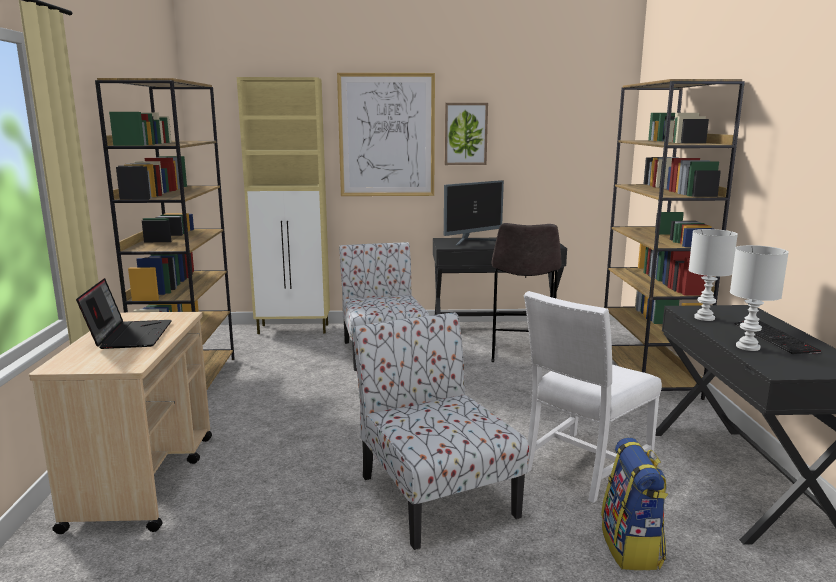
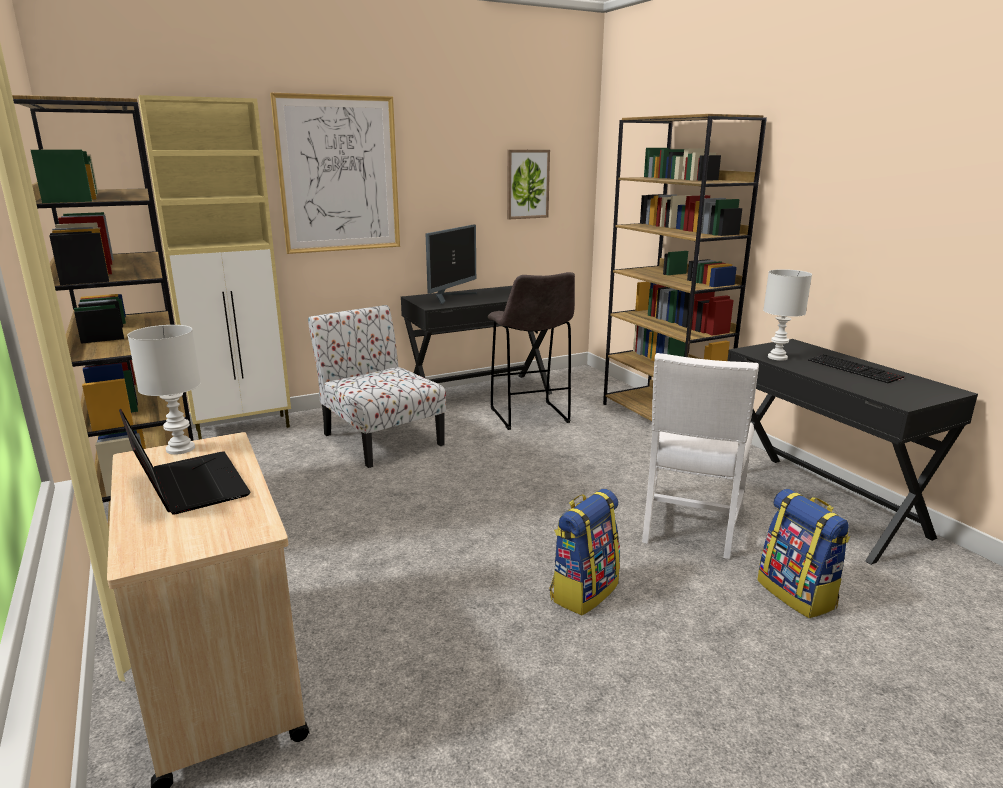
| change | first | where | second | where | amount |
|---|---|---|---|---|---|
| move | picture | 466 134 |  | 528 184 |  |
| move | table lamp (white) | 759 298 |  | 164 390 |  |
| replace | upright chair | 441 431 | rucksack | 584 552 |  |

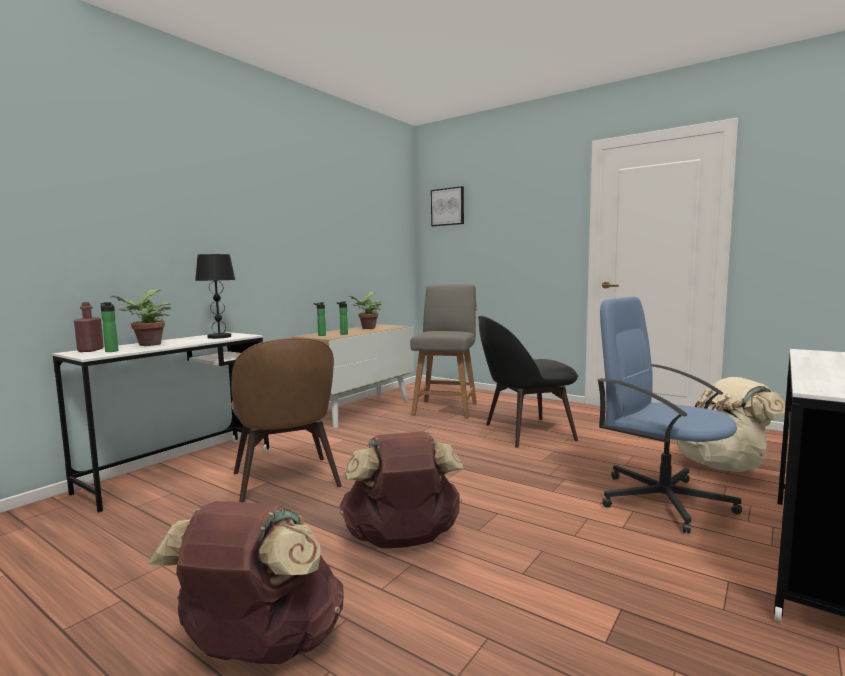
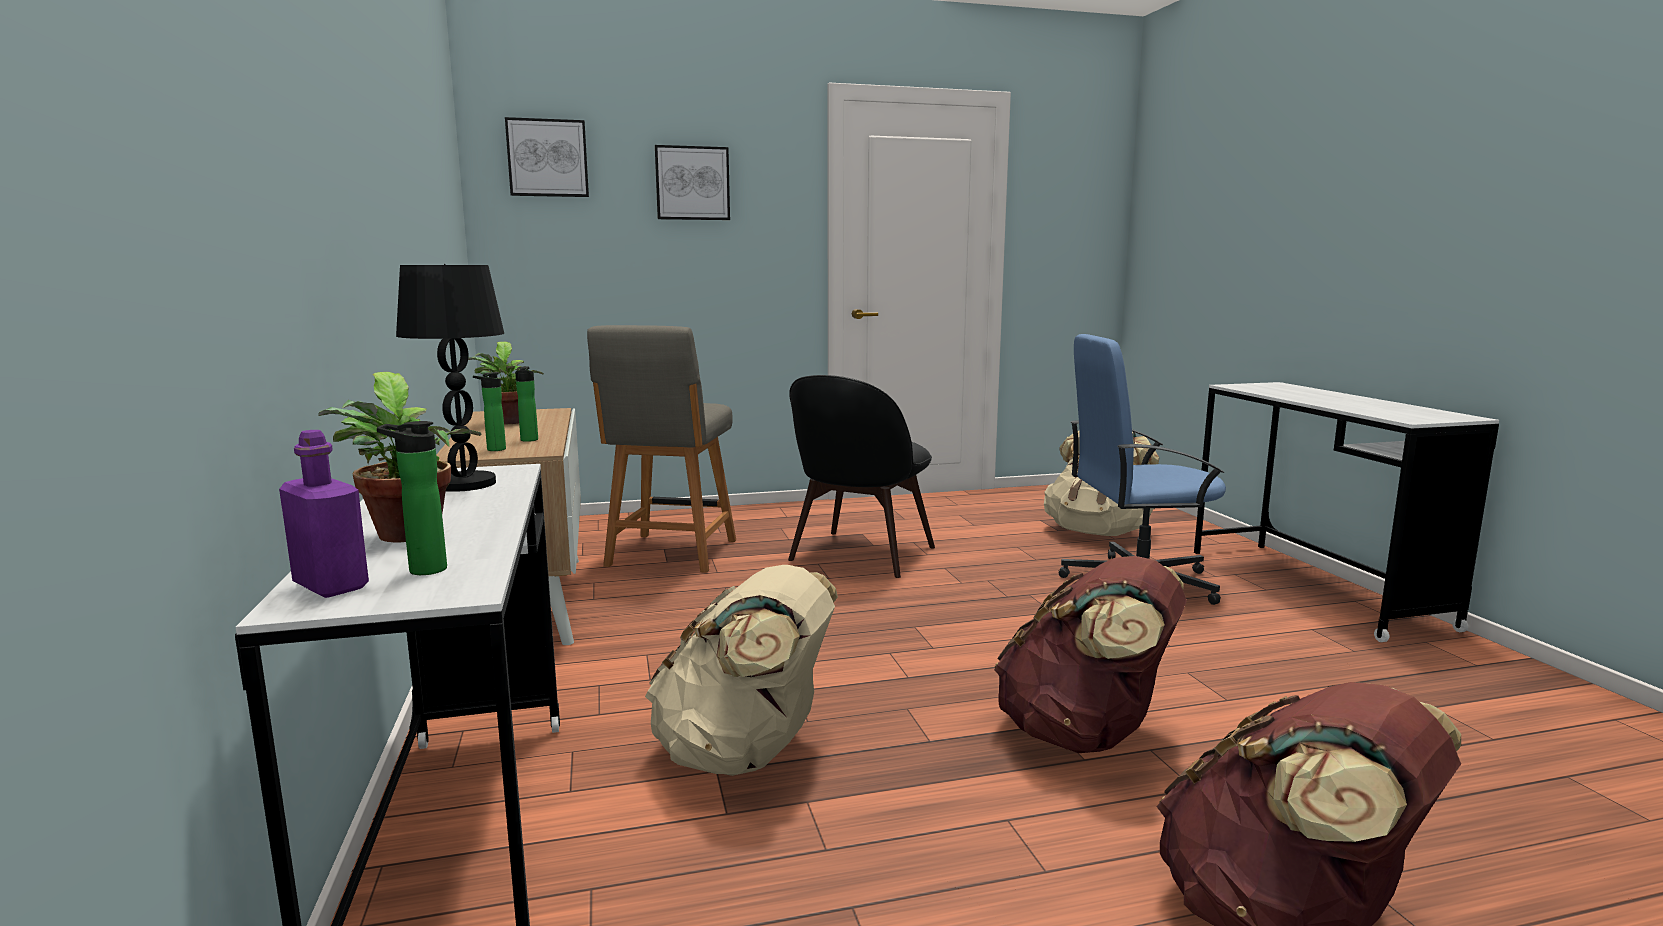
| change | first | where | second | where | amount |
|---|---|---|---|---|---|
| rotate | upright chair (grey) | 443 351 |  | 661 449 | 135 degrees counterclockwise |
| recolor | bottle (reddish) | 89 327 | bottle (purple-coloured) | 324 514 |  |
| replace | upright chair (brown-coloured) | 286 420 | rucksack (beige) | 741 670 |  |
| insert |  |  | picture | 692 182 |  |

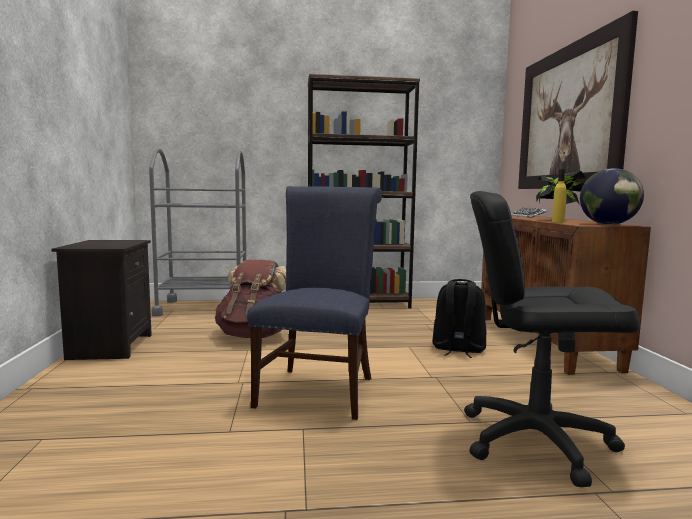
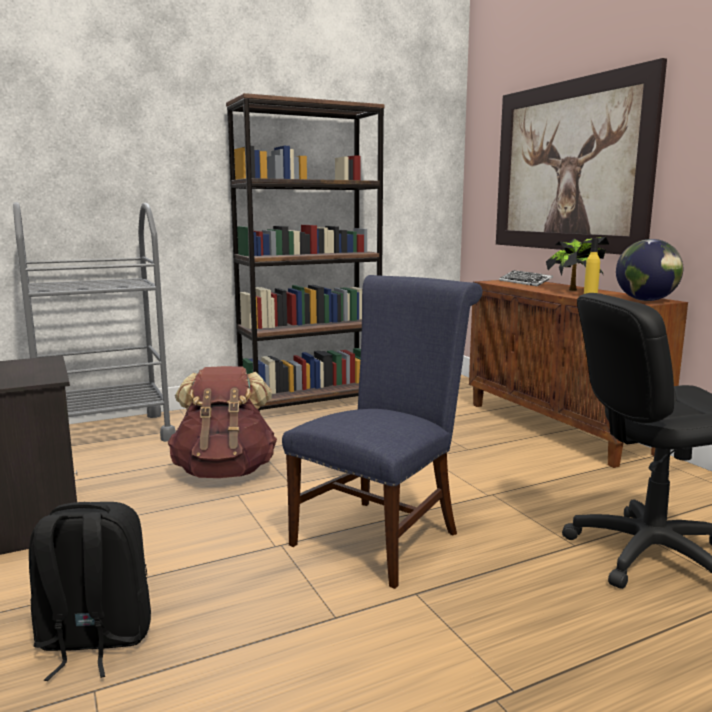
| change | first | where | second | where | amount |
|---|---|---|---|---|---|
| rotate | upright chair (bluish) | 315 303 |  | 382 432 | 45 degrees clockwise |
| move | rucksack (blackish) | 459 318 |  | 90 591 |  |

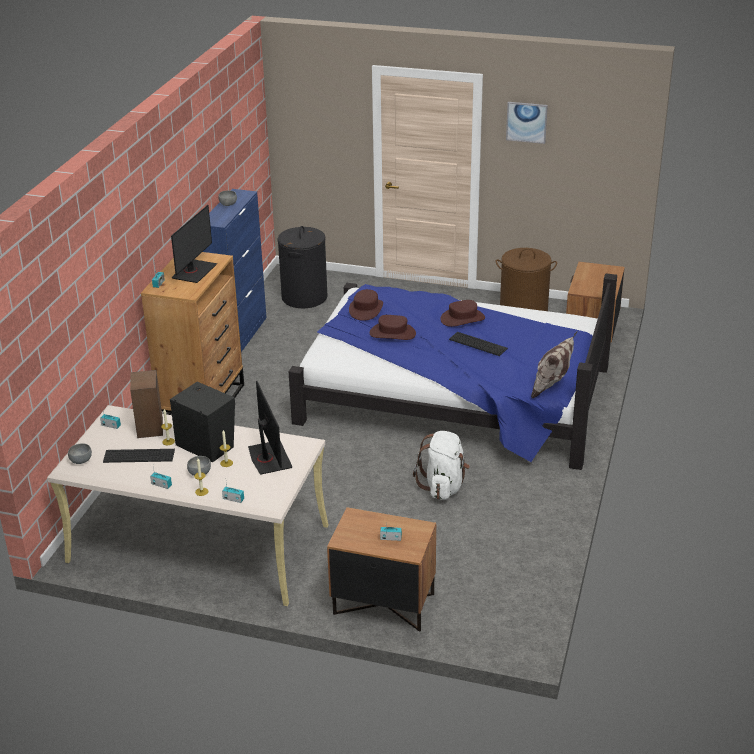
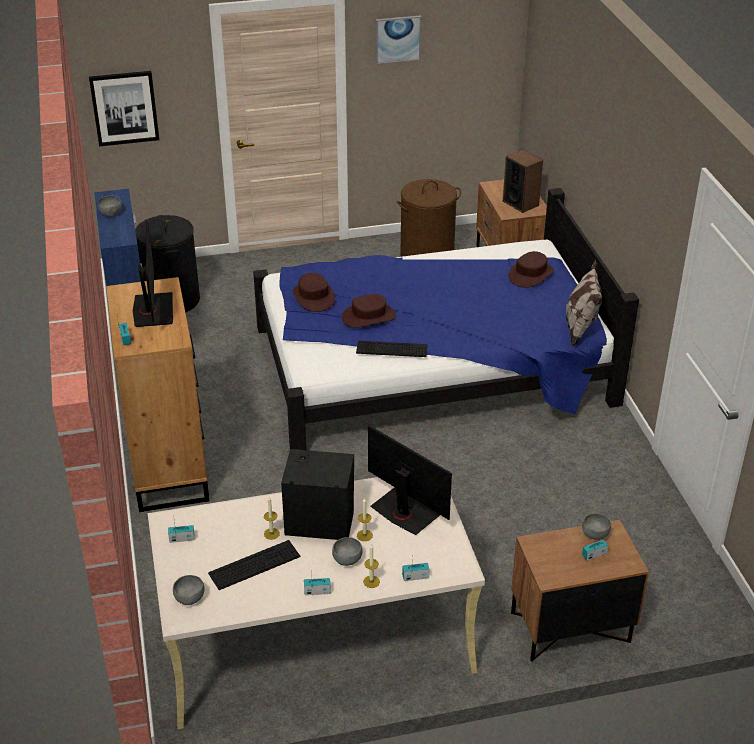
| change | first | where | second | where | amount |
|---|---|---|---|---|---|
| move | hat (brown-coloured) | 462 313 |  | 531 269 |  |
| move | keyboard | 478 344 |  | 392 349 |  |
| move | speaker | 146 404 |  | 523 181 |  |
| delete | rucksack (white) | 441 465 |  |  |  |
| insert |  |  | picture | 124 108 |  |
| insert |  |  | deep dish (grey) | 596 526 |  |

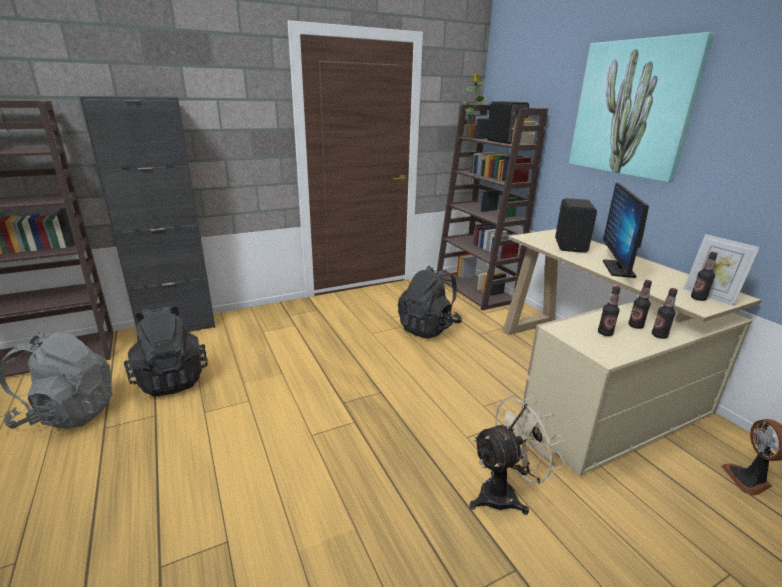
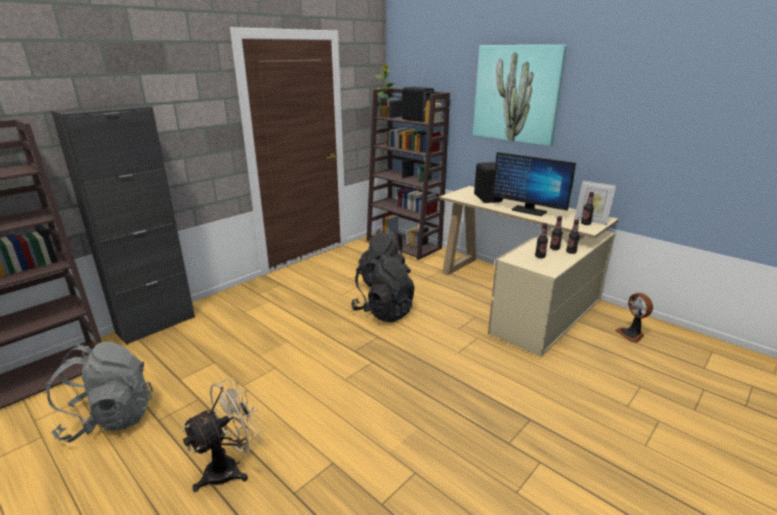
| change | first | where | second | where | amount |
|---|---|---|---|---|---|
| rotate | computer display | 626 230 |  | 534 184 | 45 degrees counterclockwise |
| move | rucksack (blackish) | 165 350 |  | 383 288 |  |
| move | cooling fan (beige) | 517 455 |  | 222 435 |  |

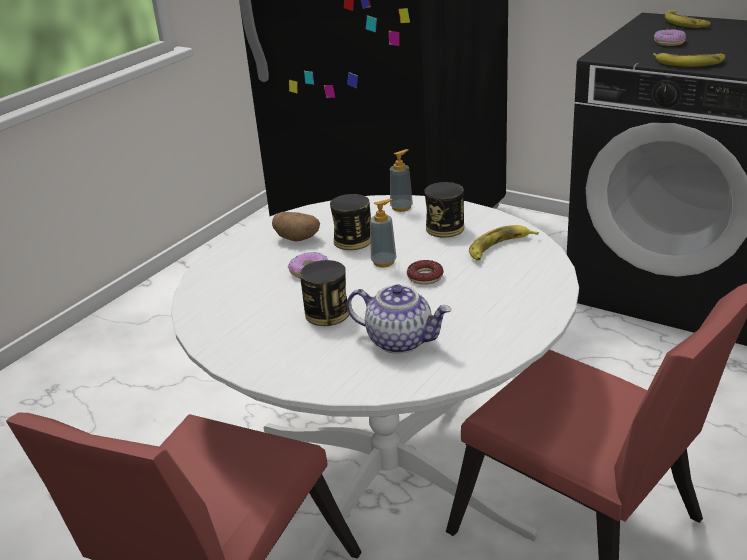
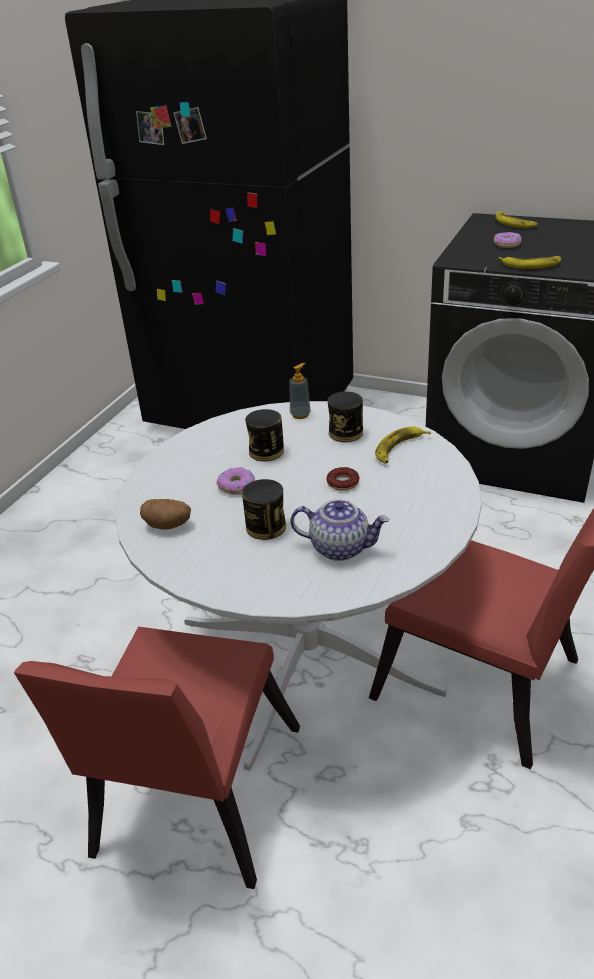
| change | first | where | second | where | amount |
|---|---|---|---|---|---|
| delete | soap dispenser | 383 233 |  |  |  |
| move | whole potato | 296 227 |  | 165 514 |  |

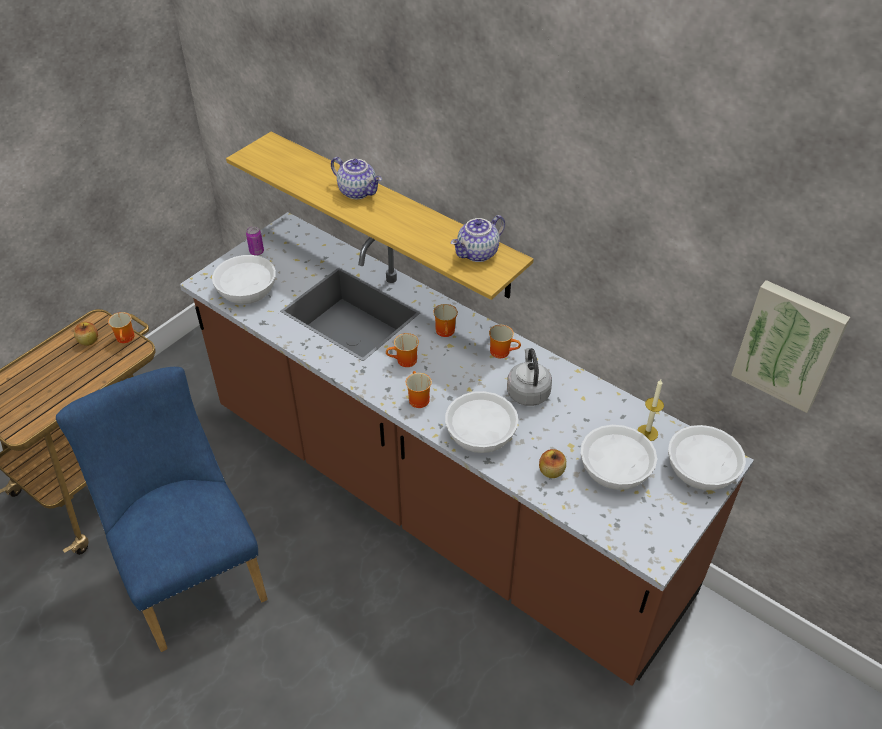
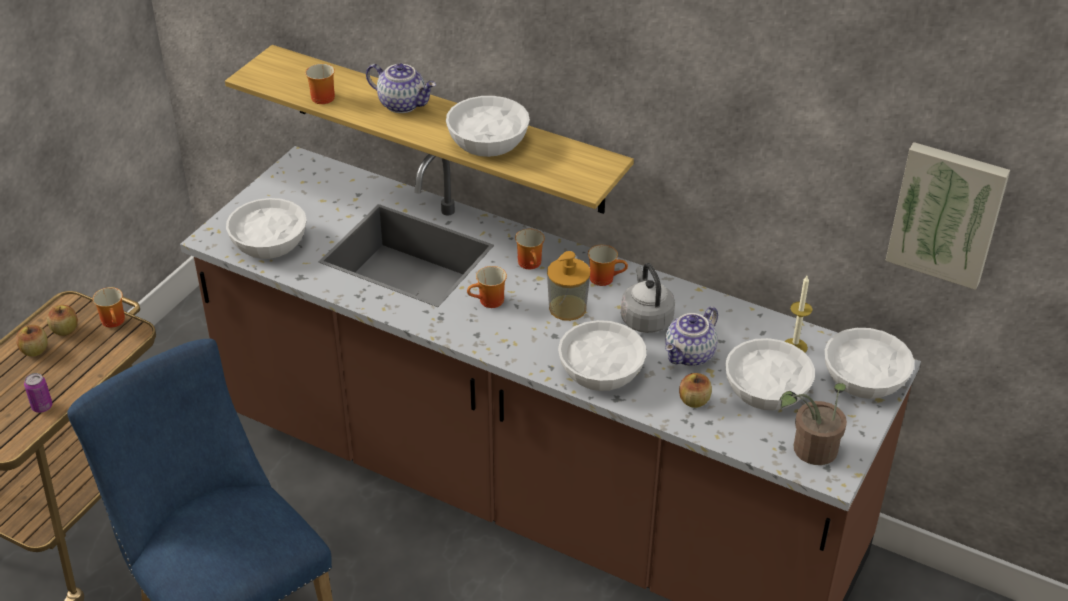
| change | first | where | second | where | amount |
|---|---|---|---|---|---|
| move | teapot | 478 238 |  | 691 336 |  |
| move | sealed can | 255 241 |  | 38 393 |  |
| move | tea mug | 419 389 |  | 320 84 |  |
| insert |  |  | deep dish (white) | 488 126 |  |
| insert |  |  | soap dispenser | 568 286 |  |
| insert |  |  | whole apple | 32 340 |  |
| insert |  |  | houseplant | 813 424 |  |

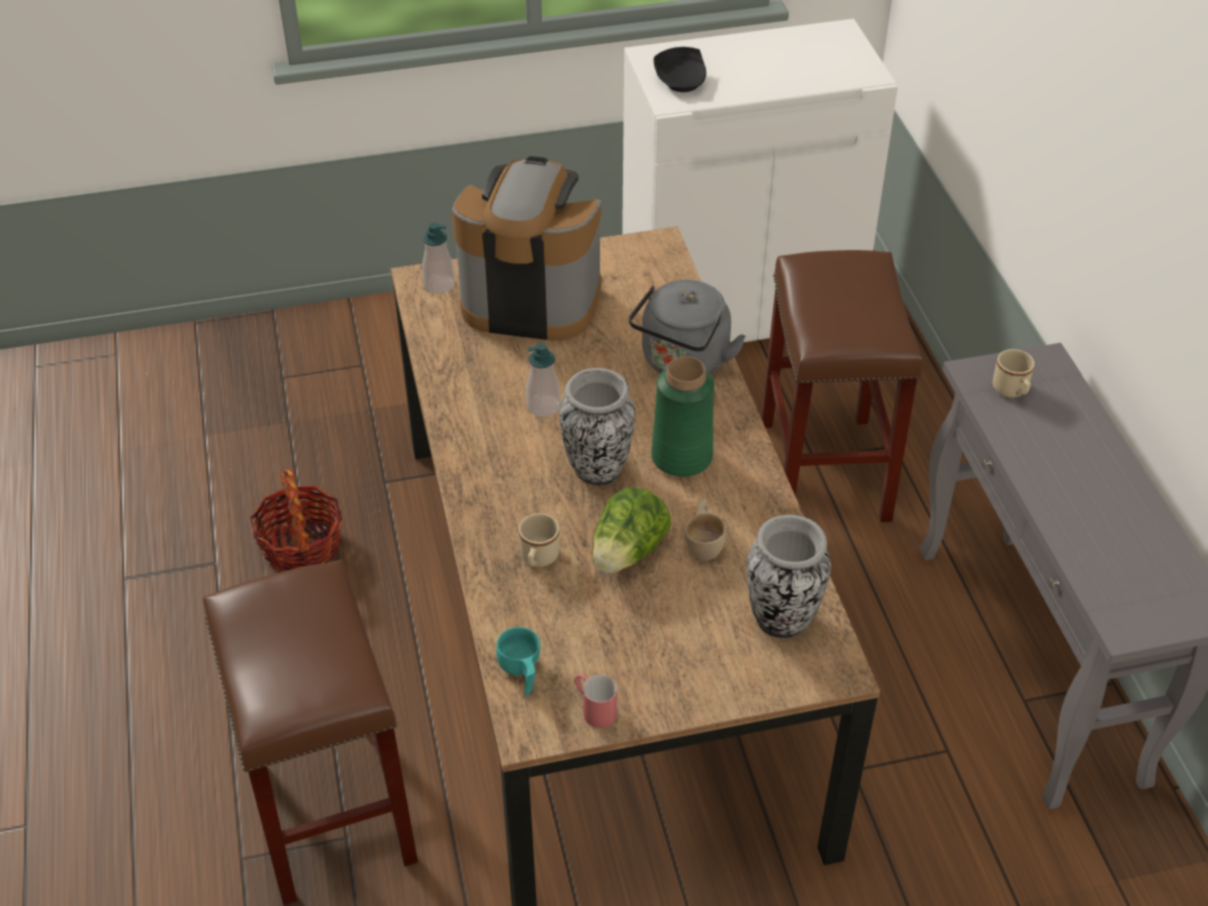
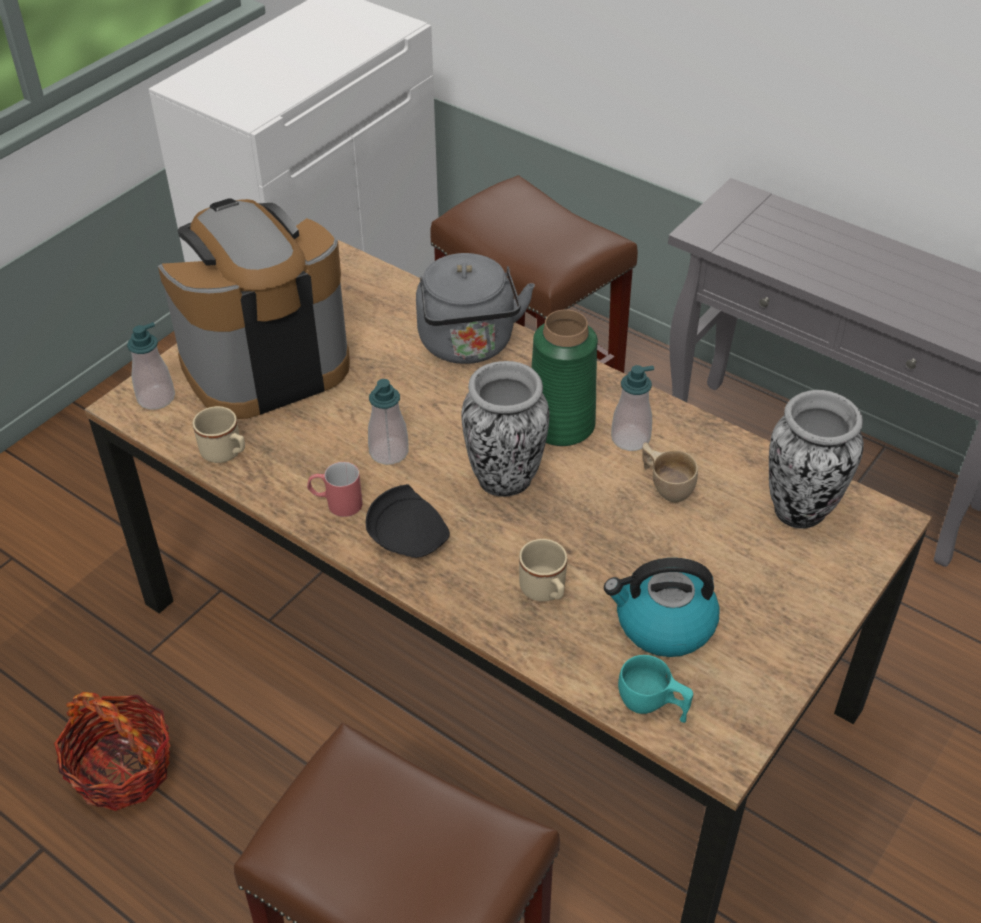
| change | first | where | second | where | amount |
|---|---|---|---|---|---|
| move | plate (blackish) | 680 69 |  | 408 521 |  |
| move | tea mug (beige) | 1014 373 |  | 219 434 |  |
| delete | lettuce | 632 530 |  |  |  |
| move | tea mug (reddish) | 595 700 |  | 334 489 |  |
| insert |  |  | soap dispenser | 632 408 |  |
| insert |  |  | water kettle | 662 607 |  |

